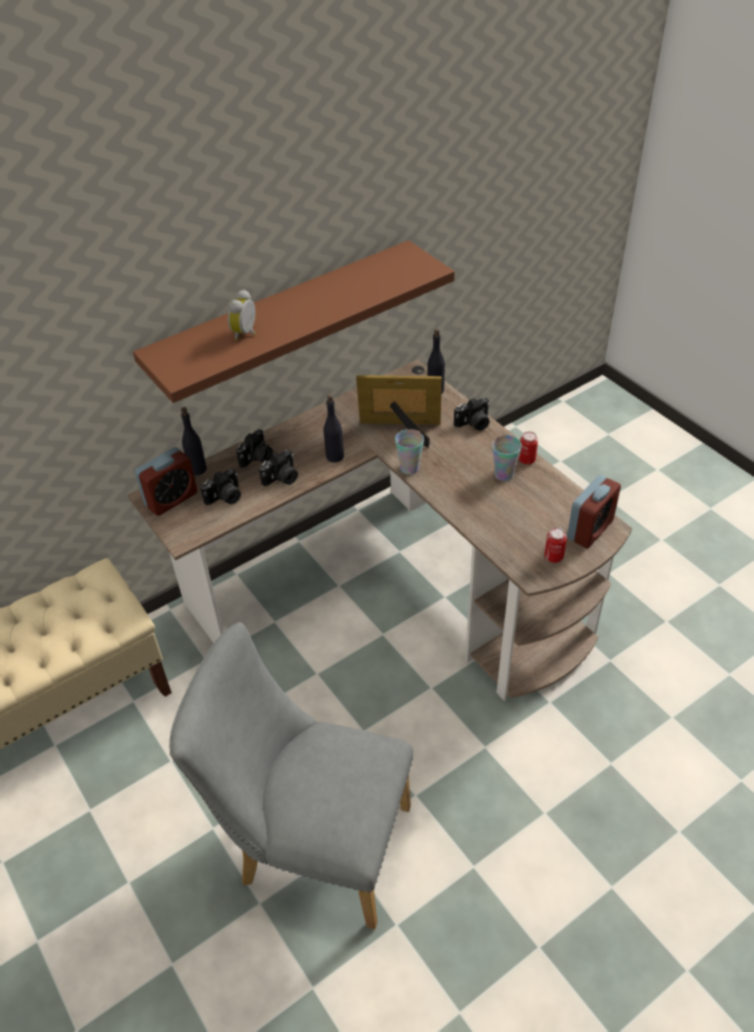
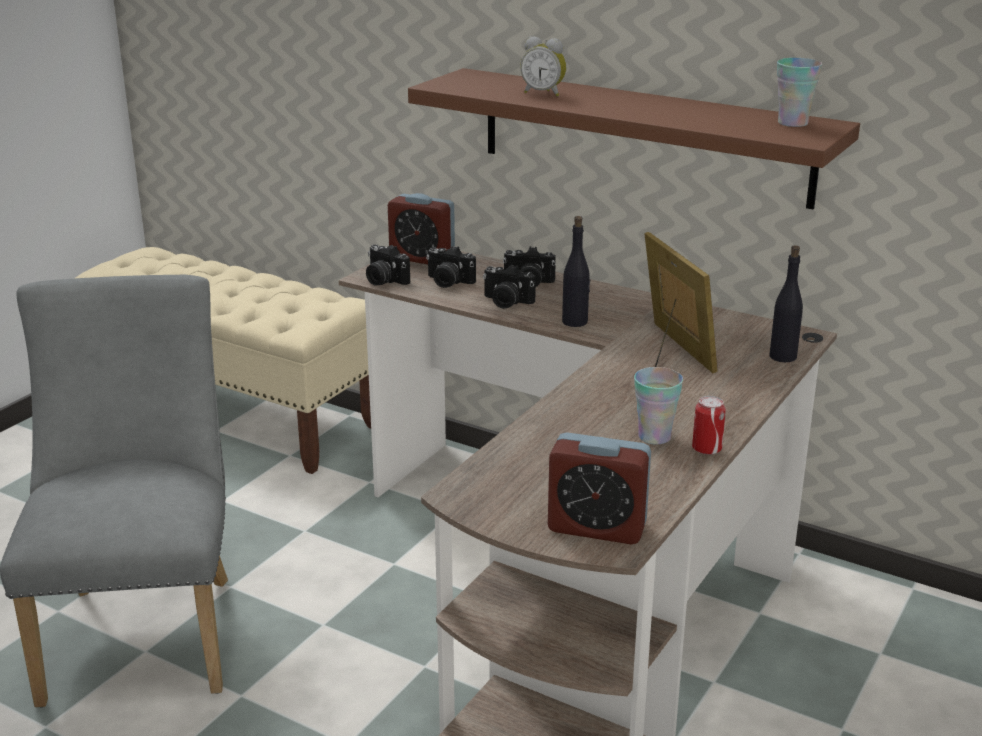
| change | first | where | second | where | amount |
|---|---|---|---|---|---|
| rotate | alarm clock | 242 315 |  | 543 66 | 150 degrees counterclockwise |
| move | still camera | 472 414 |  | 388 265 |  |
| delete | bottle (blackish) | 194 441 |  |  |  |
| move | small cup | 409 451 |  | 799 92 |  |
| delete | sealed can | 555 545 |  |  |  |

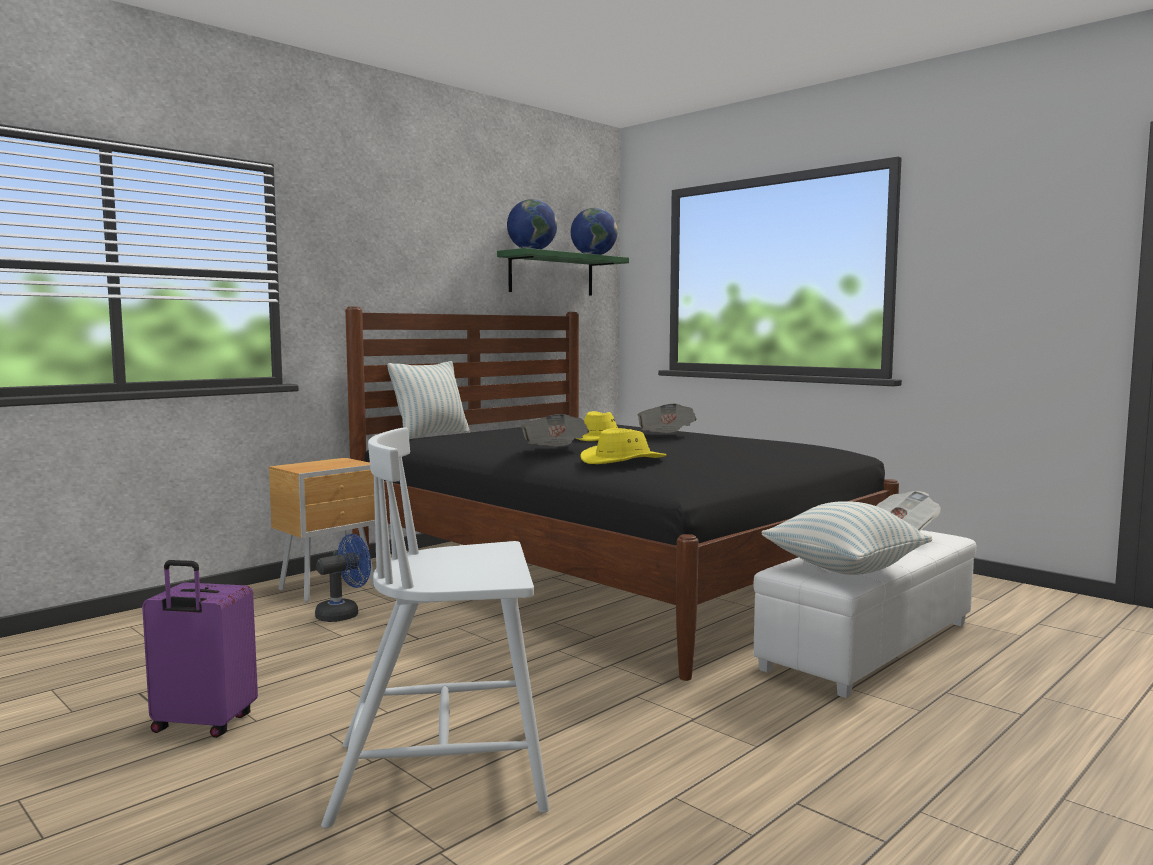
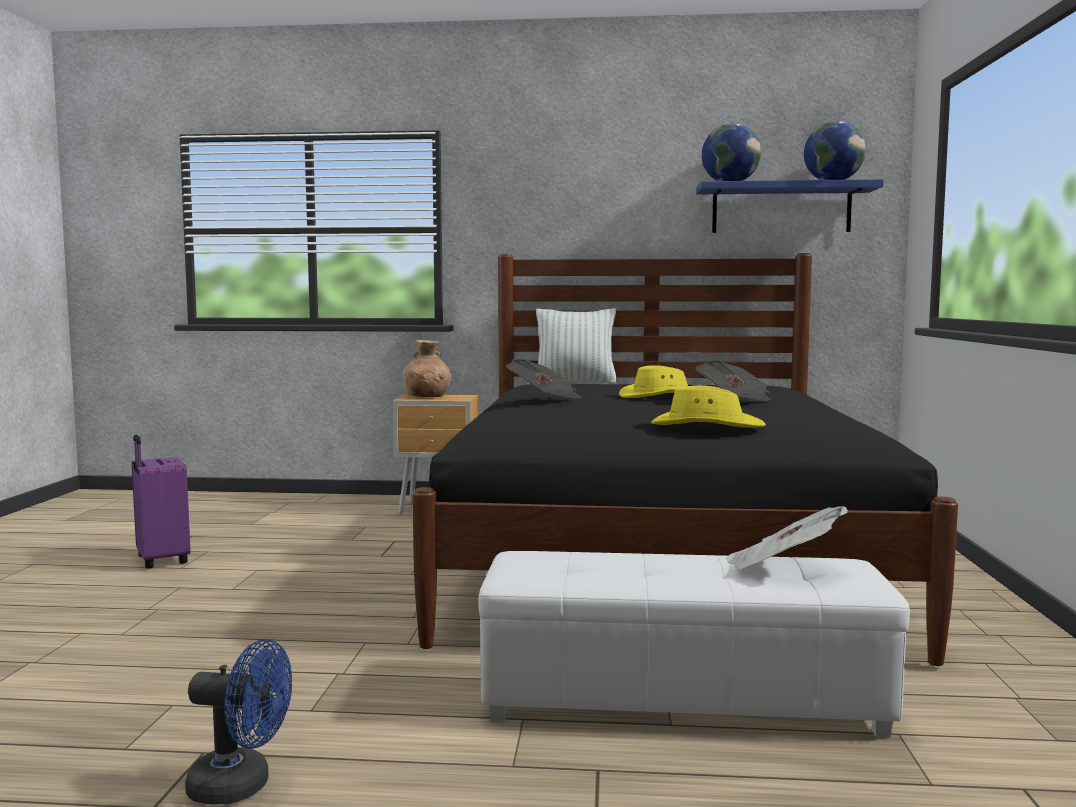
| change | first | where | second | where | amount |
|---|---|---|---|---|---|
| recolor | wall shelf (green-coloured) | 563 271 | wall shelf (bluish) | 790 206 |  |
| delete | upright chair (white) | 435 628 |  |  |  |
| move | hat (yellow-coloured) | 623 446 |  | 708 406 |  |
| delete | pillow | 846 538 |  |  |  |
| move | cooling fan (bluish) | 343 578 |  | 238 722 |  |
| insert |  |  | vase (brown-coloured) | 427 368 |  |

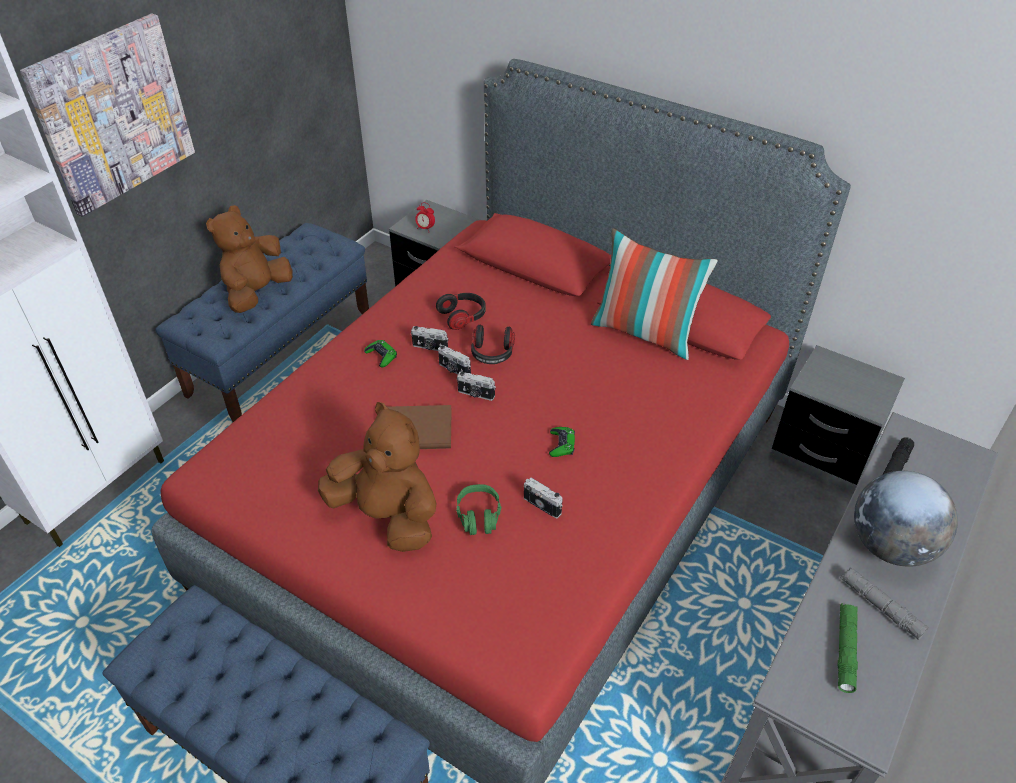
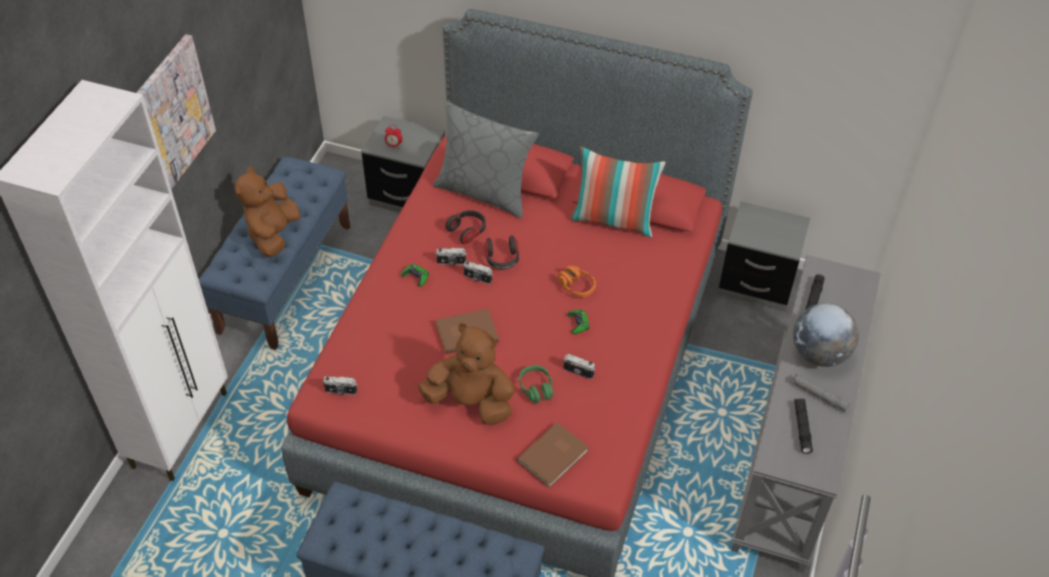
| change | first | where | second | where | amount |
|---|---|---|---|---|---|
| move | still camera | 476 386 |  | 340 385 |  |
| recolor | torch (green-coloured) | 847 648 | torch (blackish) | 803 426 |  |
| insert |  |  | pillow (grey) | 486 160 |  |
| insert |  |  | headphones (orange) | 577 281 |  |
| insert |  |  | bound book (brown-coloured) | 553 455 |  |

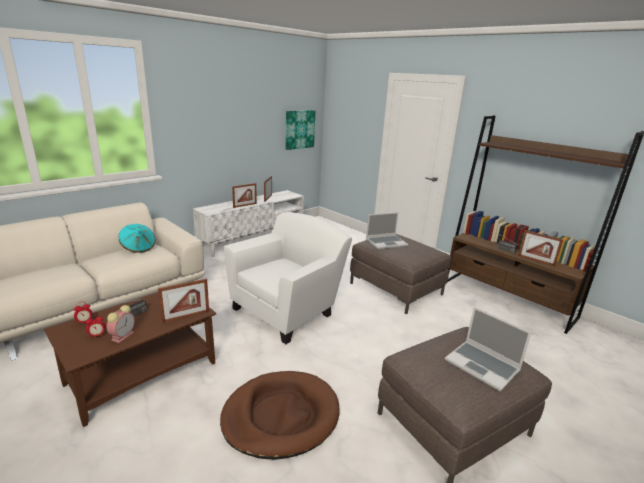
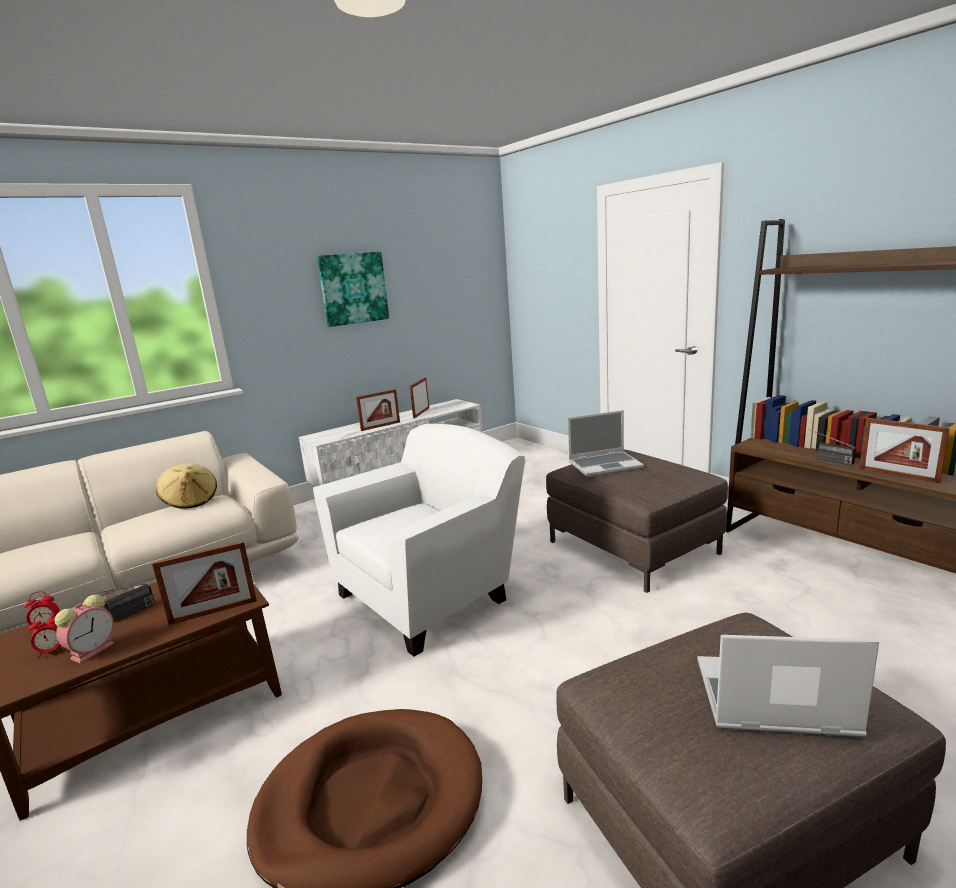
| change | first | where | second | where | amount |
|---|---|---|---|---|---|
| move | picture | 300 130 |  | 353 289 |  |
| recolor | hat (blue-green) | 137 238 | hat (beige) | 186 486 |  |
| rotate | portable computer | 488 349 |  | 788 686 | 135 degrees clockwise |

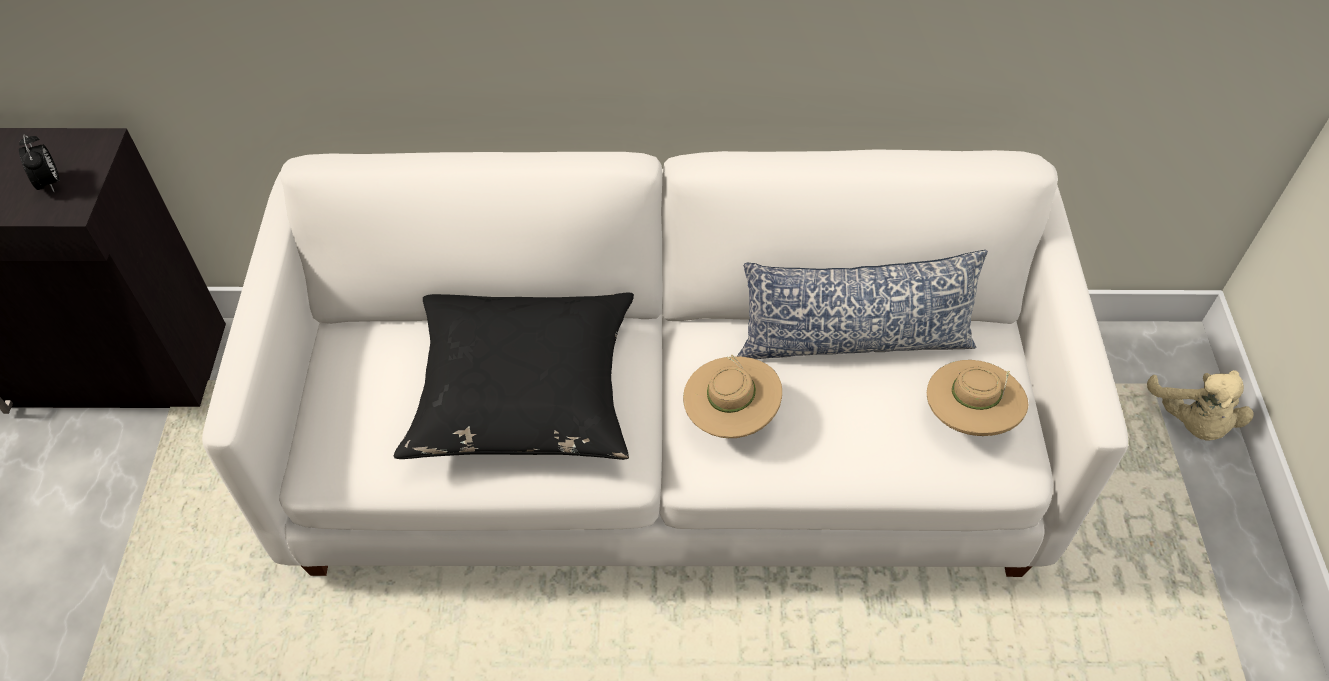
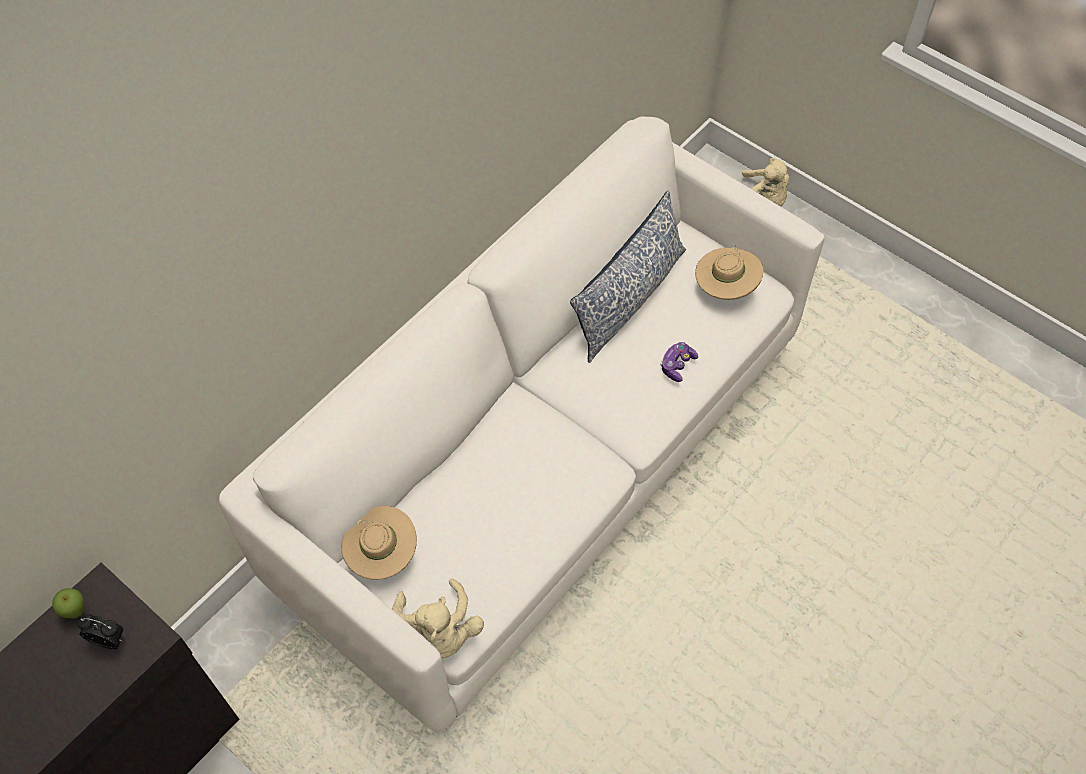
| change | first | where | second | where | amount |
|---|---|---|---|---|---|
| delete | pillow (blackish) | 514 376 |  |  |  |
| move | hat (beige) | 732 396 |  | 379 543 |  |
| insert |  |  | gamepad | 679 362 |  |
| insert |  |  | plush toy (beige) | 438 618 |  |
| insert |  |  | whole apple | 68 603 |  |

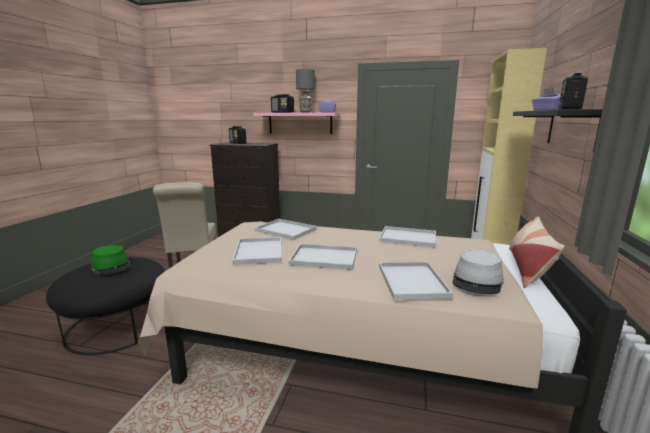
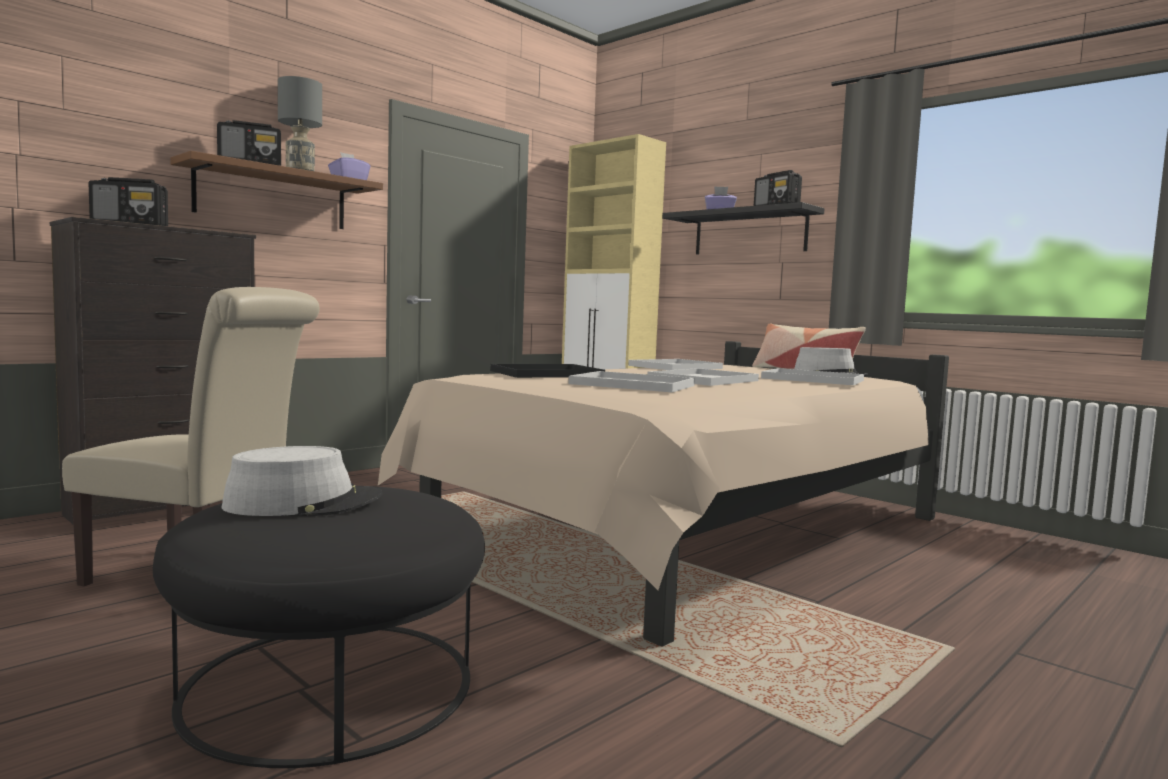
| change | first | where | second | where | amount |
|---|---|---|---|---|---|
| recolor | wall shelf (pink) | 296 123 | wall shelf (brown-coloured) | 276 190 |  |
| recolor | serving tray (white) | 286 229 | serving tray (blackish) | 547 371 |  |
| recolor | hat (green-coloured) | 111 260 | hat (grey) | 302 481 |  |

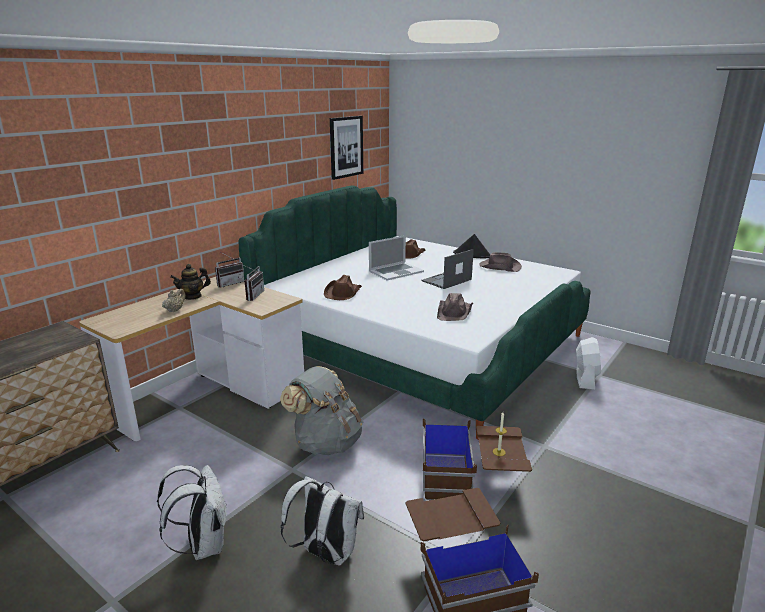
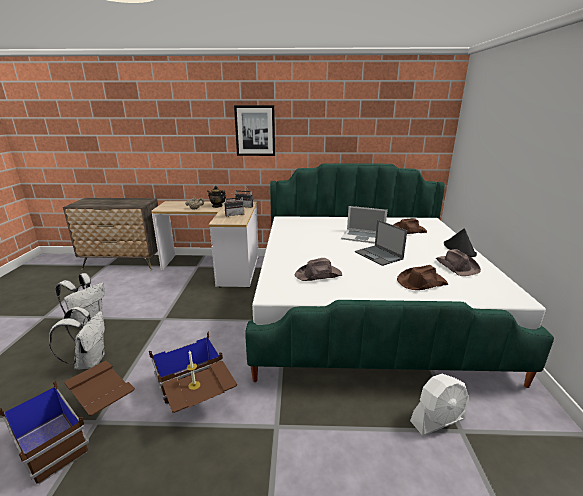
| change | first | where | second | where | amount |
|---|---|---|---|---|---|
| move | picture | 346 148 |  | 254 130 |  |
| rotate | portable computer | 448 269 |  | 381 243 | 135 degrees counterclockwise |
| move | hat (brown-coloured) | 343 287 |  | 422 277 |  |
| delete | rucksack (grey) | 321 410 |  |  |  |

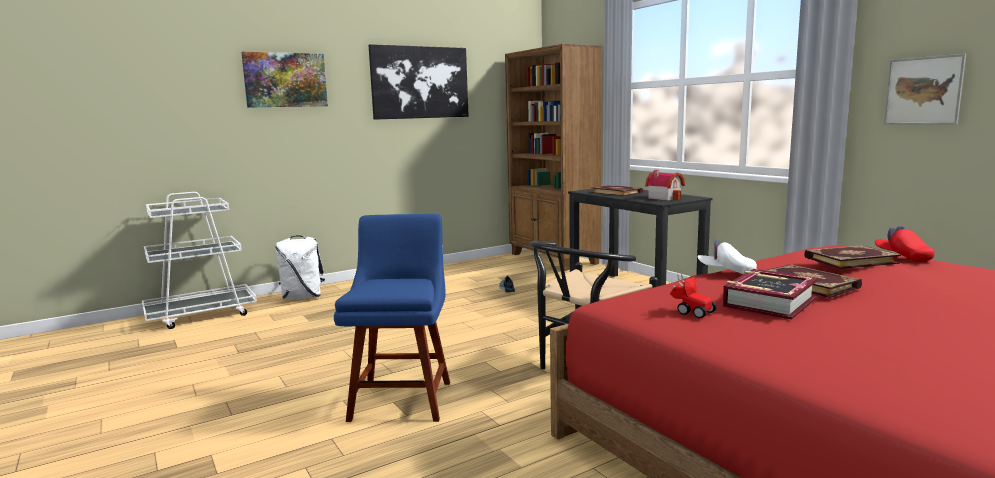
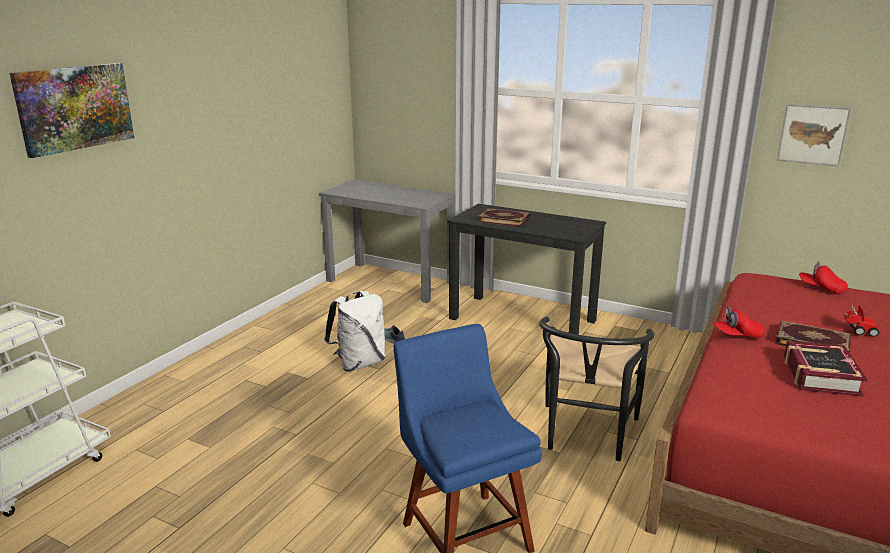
| change | first | where | second | where | amount |
|---|---|---|---|---|---|
| delete | picture | 418 82 |  |  |  |
| replace | bookcase (brown-coloured) | 553 157 | desk table (grey) | 387 241 |  |
| delete | toy house | 665 185 |  |  |  |
| move | rucksack (white) | 300 267 |  | 354 331 |  |
| recolor | peaked cap (white) | 727 256 | peaked cap (reddish) | 738 322 |  |
| delete | bound book | 852 257 |  |  |  |
| move | miniature car | 693 294 |  | 861 321 |  |

